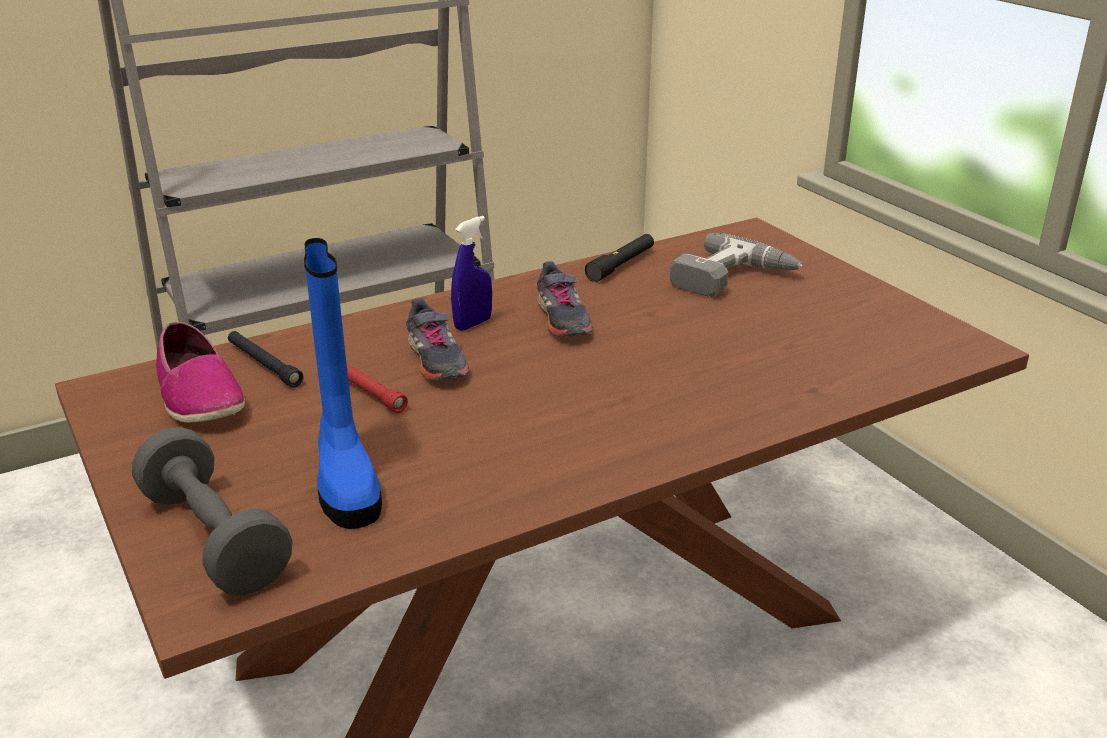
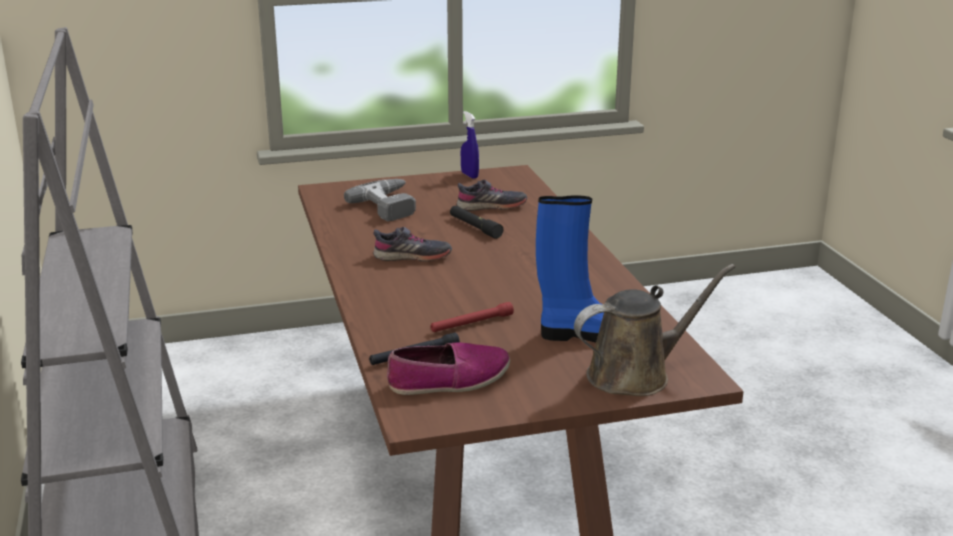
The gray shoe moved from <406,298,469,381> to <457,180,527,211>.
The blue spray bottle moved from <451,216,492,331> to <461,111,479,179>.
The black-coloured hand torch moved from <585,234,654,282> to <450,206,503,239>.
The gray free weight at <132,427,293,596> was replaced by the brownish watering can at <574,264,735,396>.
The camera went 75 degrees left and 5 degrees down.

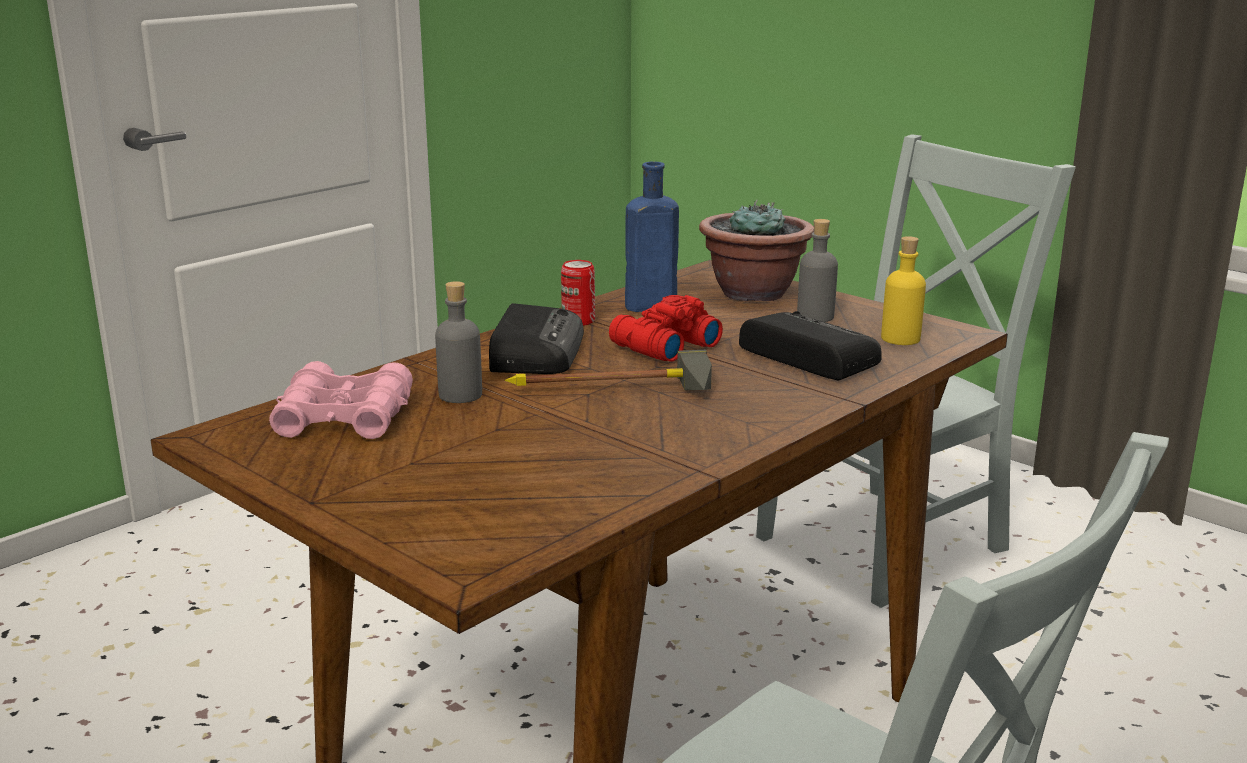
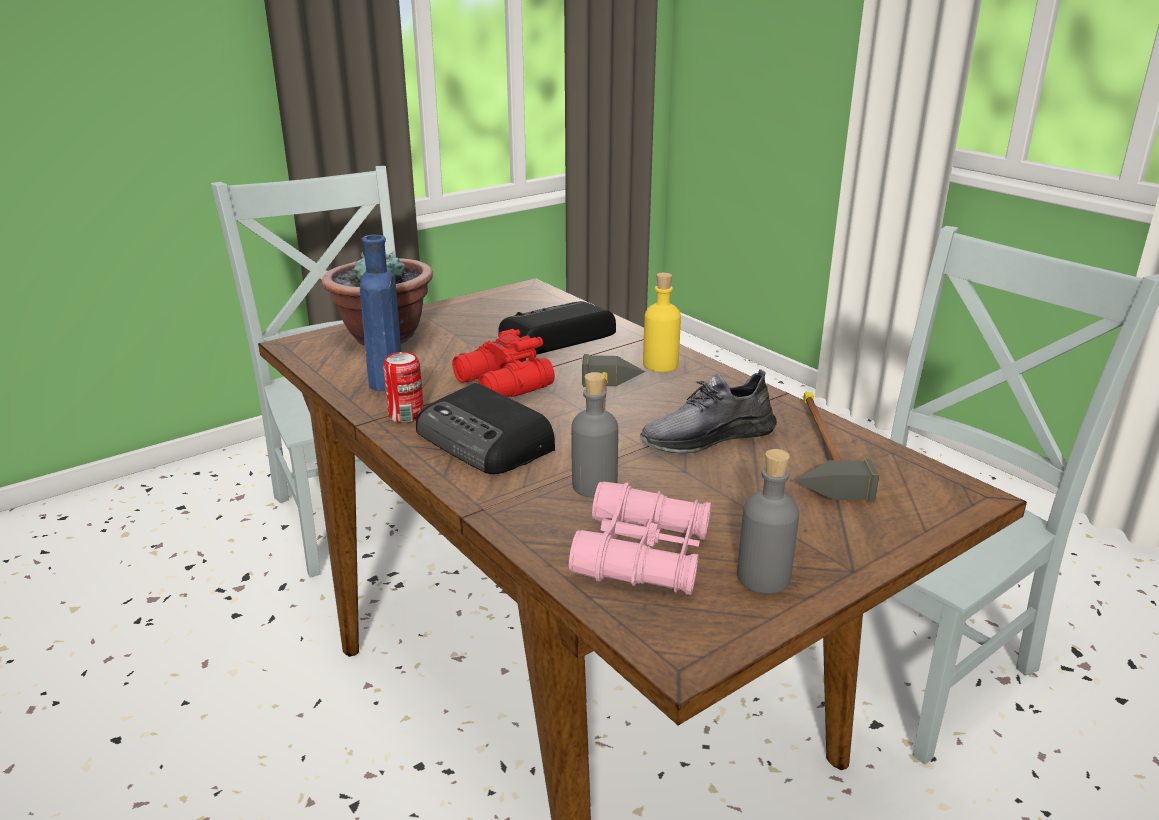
The gray shoe at <641,369,777,454> appeared.
The hammer at <794,392,879,502> appeared.
The gray beverage bottle moved from <797,219,838,322> to <737,449,799,594>.
The yellow beverage bottle moved from <881,236,926,345> to <643,273,681,372>.
The radio set at <489,303,584,374> turned 150 degrees counterclockwise.
The camera went 80 degrees left and 5 degrees up.

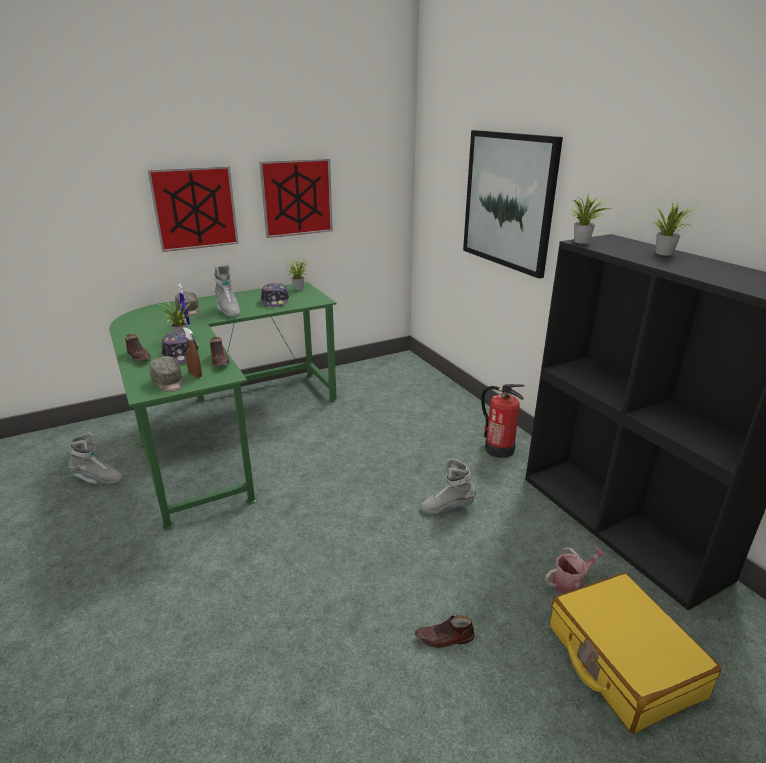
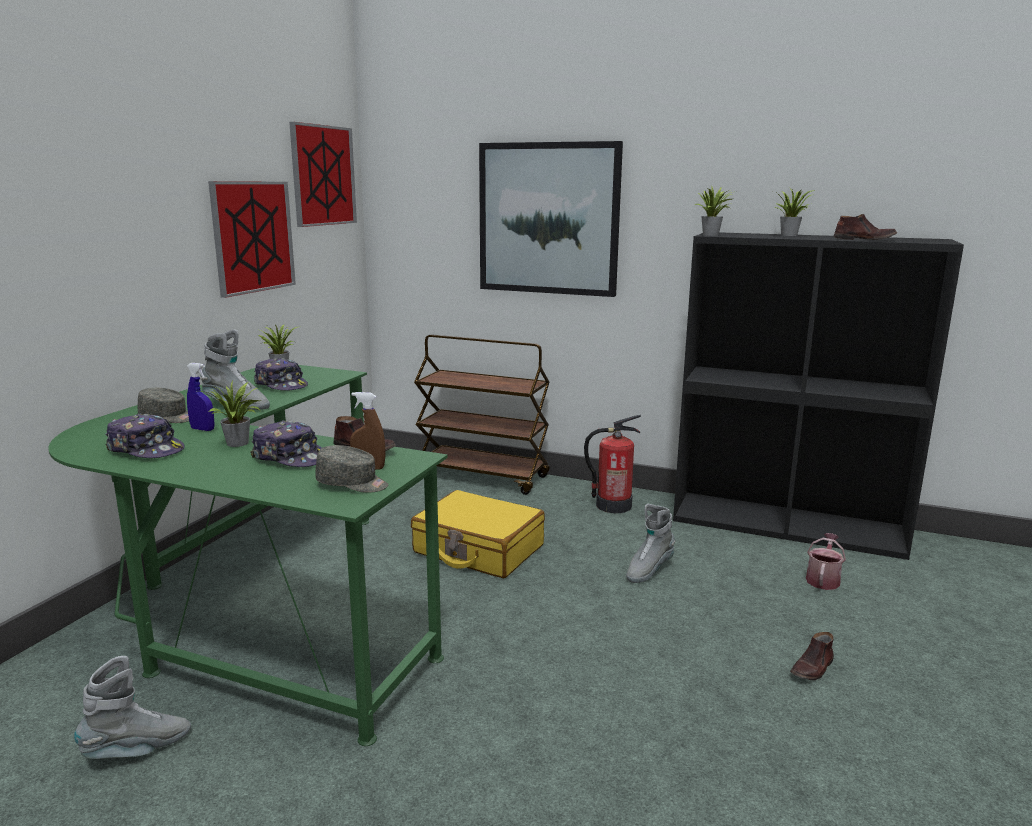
The baseball cap at <105,413,185,458> appeared.
The brownish wheeled cart at <414,334,550,495> appeared.
The brownish shoe moved from <125,334,151,362> to <833,214,897,240>.
The picture moved from <148,166,239,252> to <289,122,357,227>.
The yellow suitcase moved from <550,573,721,733> to <411,490,545,578>.
The camera went 40 degrees left and 10 degrees down.

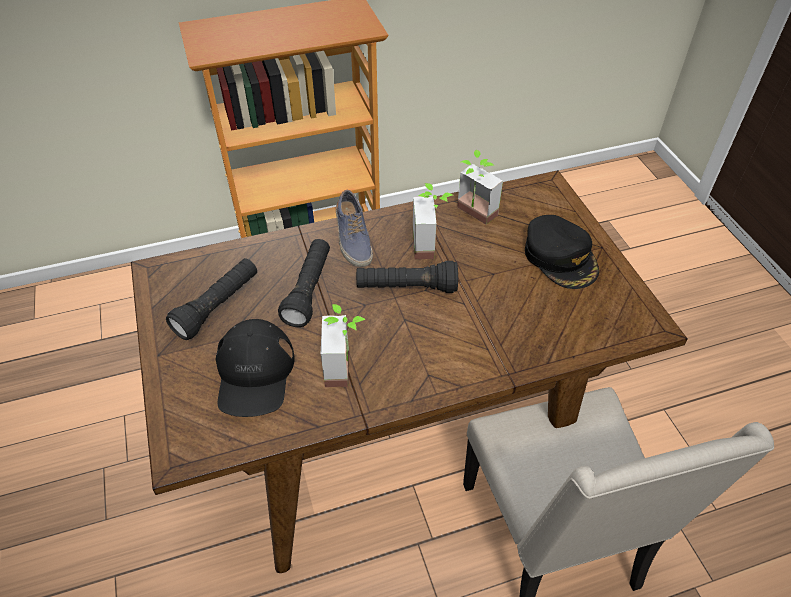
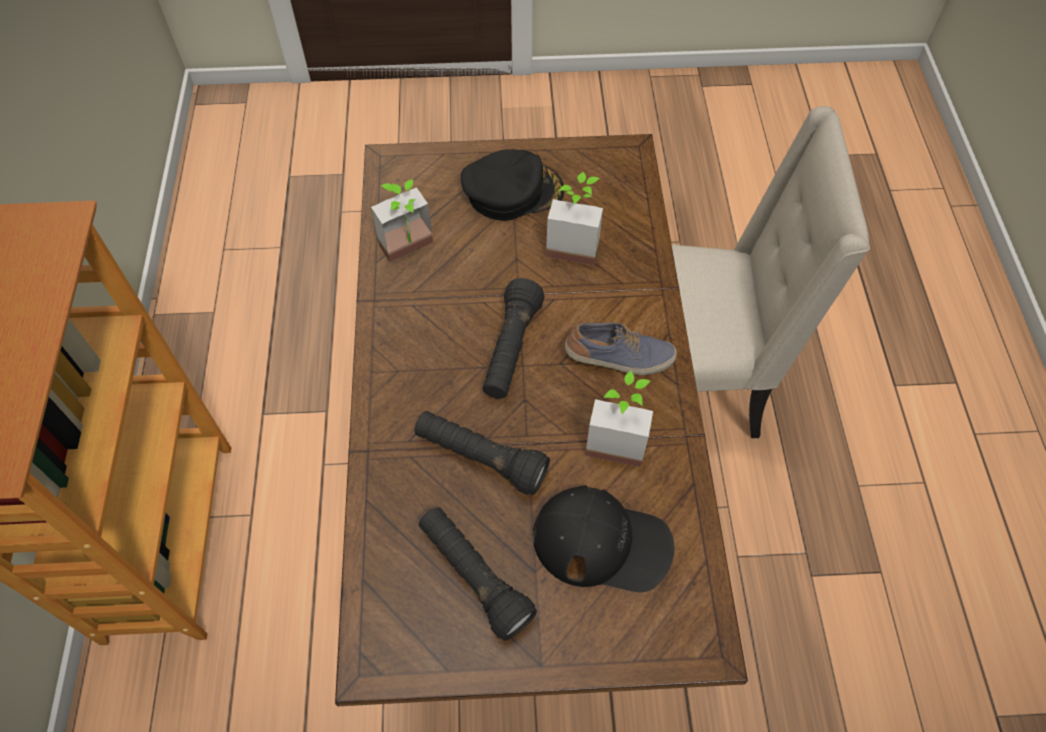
The shoe moved from <336,190,373,267> to <565,322,677,375>.
The houseplant moved from <413,183,453,259> to <546,172,603,265>.
The camera went 75 degrees left and 10 degrees up.

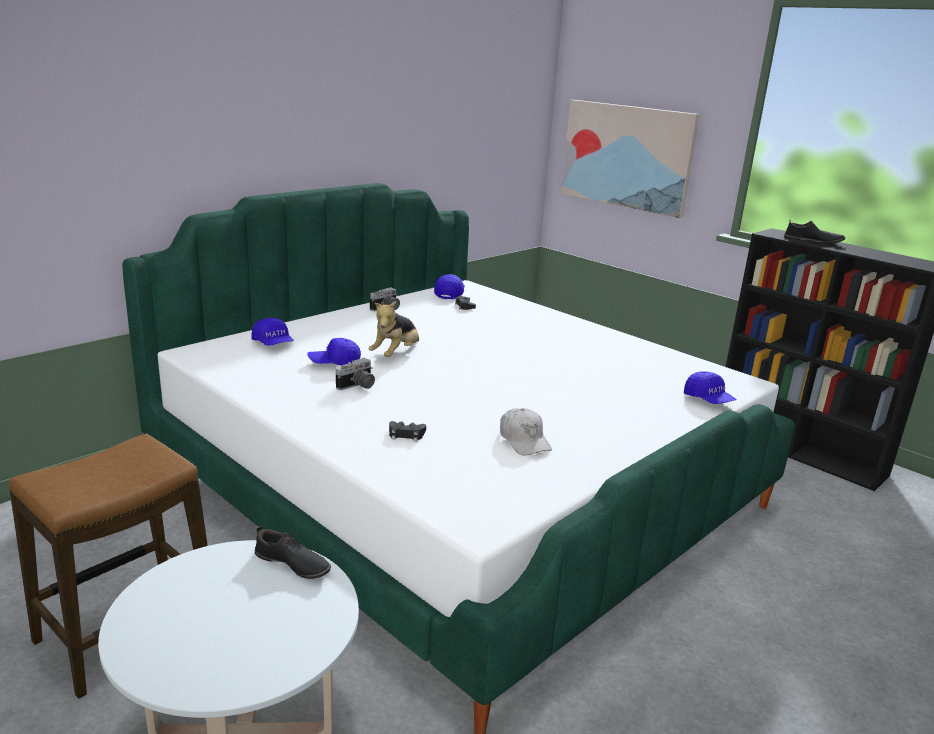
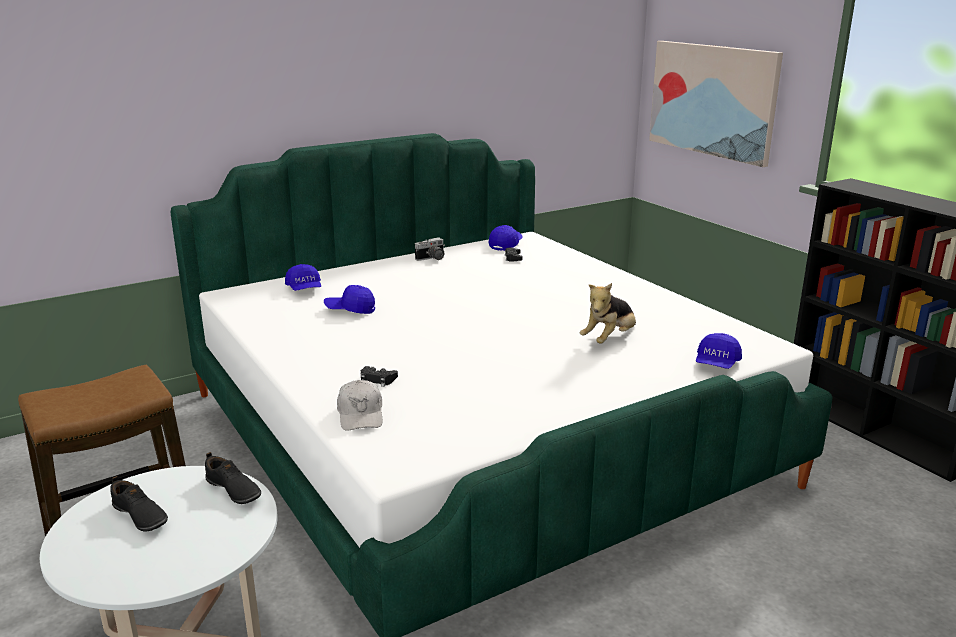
The still camera at <336,358,375,390> disappeared.
The cuddly toy moved from <368,301,419,357> to <580,283,636,344>.
The whitish baseball cap moved from <500,408,552,455> to <337,380,383,431>.
The black-coloured shoe moved from <784,219,845,244> to <110,476,168,532>.
The blue baseball cap at <684,371,737,404> turned 45 degrees clockwise.
The camera went 15 degrees right and 0 degrees up.

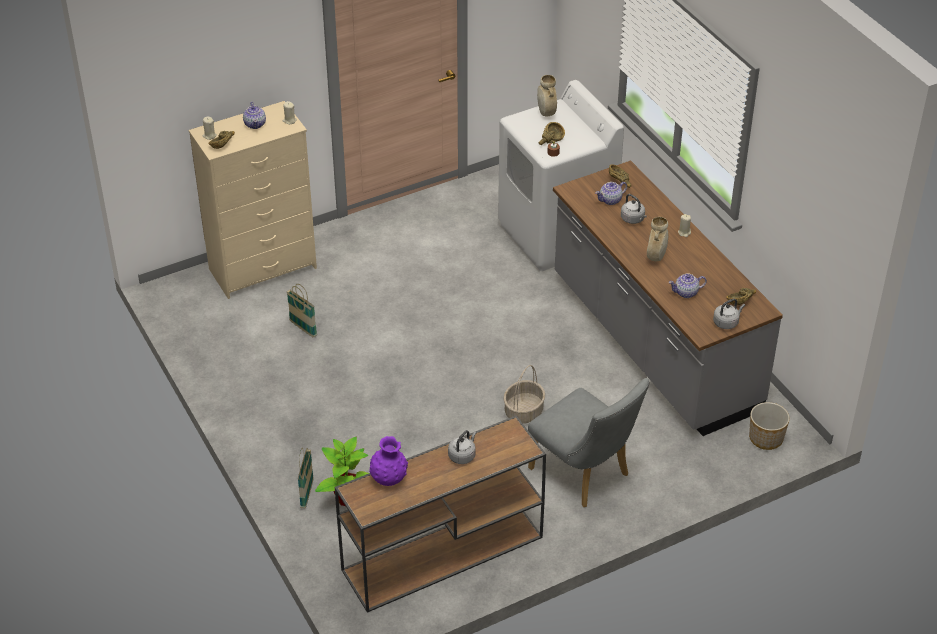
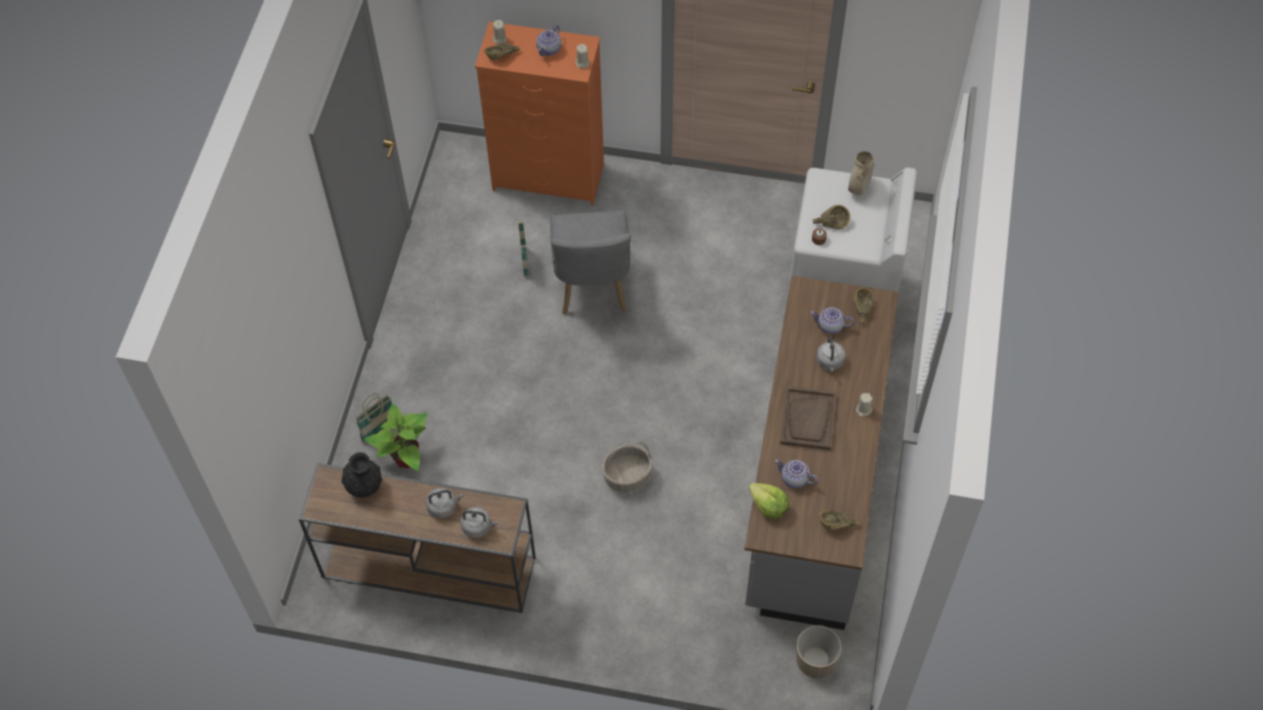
The lettuce head at <748,483,789,519> appeared.
The gray plain chair moved from <528,378,650,507> to <550,211,631,315>.
The gray tea kettle moved from <713,299,745,329> to <461,507,498,538>.
The beige flower vase at <647,217,668,261> was replaced by the brownish carrying tray at <780,386,836,450>.
The beige dresser at <189,101,317,299> became the orange-coloured dresser at <475,22,604,206>.
The purple-coloured flower vase at <369,436,408,486> became the black-coloured flower vase at <341,452,382,498>.
The camera went 40 degrees right and 15 degrees up.

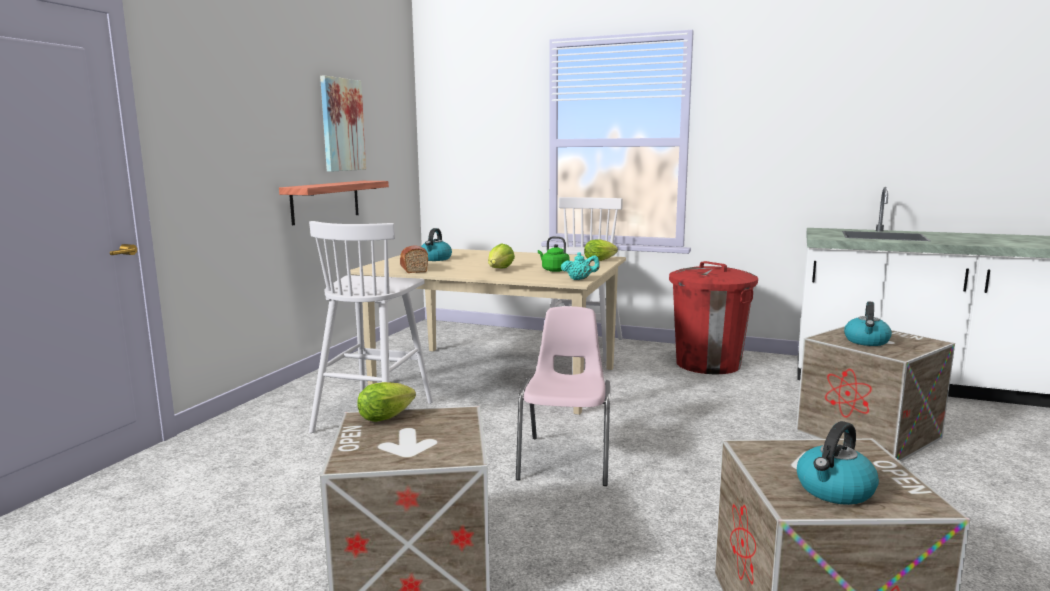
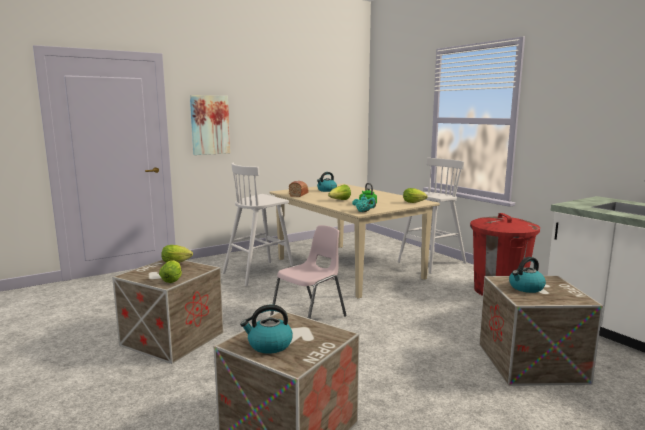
The wall shelf at <279,181,389,225> disappeared.
The lettuce head at <159,260,182,283> appeared.
The picture moved from <320,75,366,172> to <190,95,230,155>.
The camera went 35 degrees right and 0 degrees up.

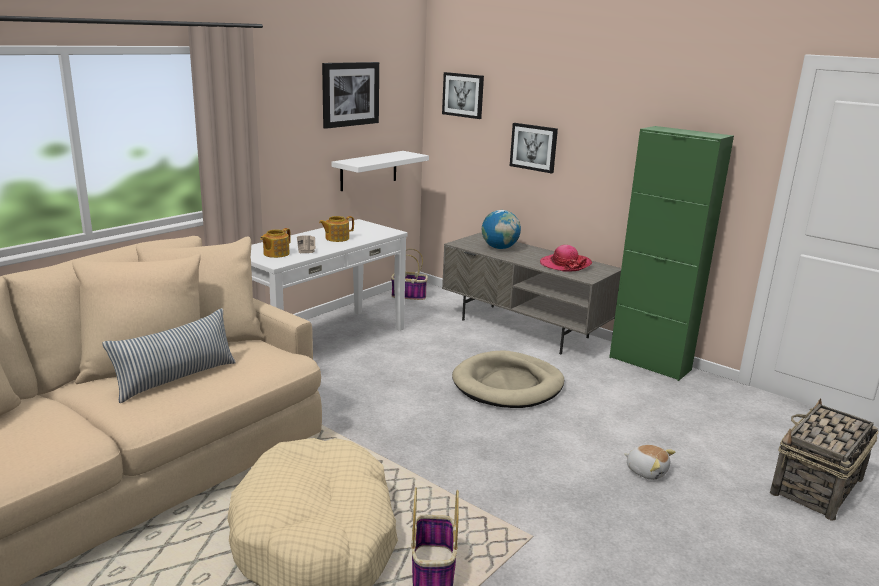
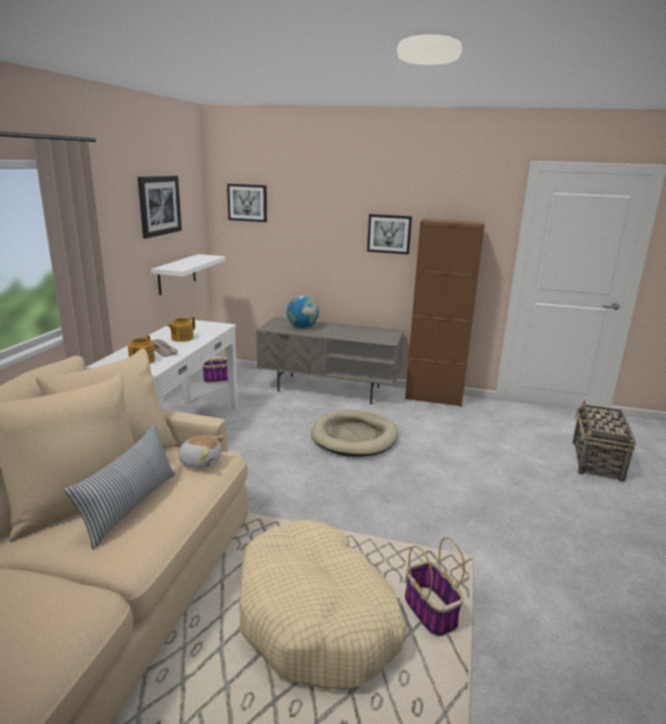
The hat at <540,245,592,271> disappeared.
The picture moved from <510,123,558,173> to <367,214,412,255>.
The cuddly toy moved from <624,445,675,480> to <177,435,225,469>.
The green cabinet at <609,126,734,381> became the brownish cabinet at <405,219,485,407>.
The camera went 25 degrees left and 0 degrees up.

